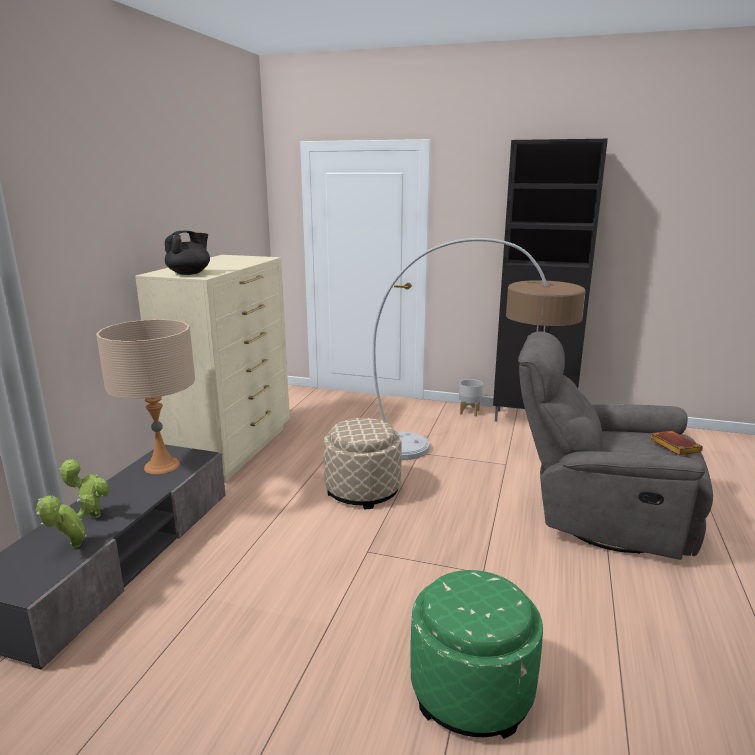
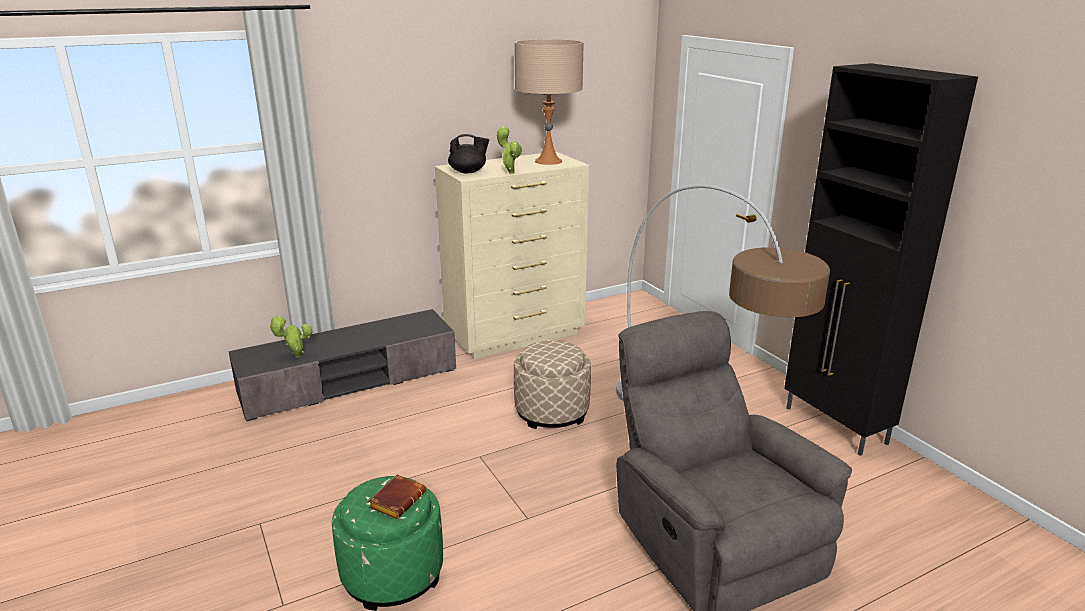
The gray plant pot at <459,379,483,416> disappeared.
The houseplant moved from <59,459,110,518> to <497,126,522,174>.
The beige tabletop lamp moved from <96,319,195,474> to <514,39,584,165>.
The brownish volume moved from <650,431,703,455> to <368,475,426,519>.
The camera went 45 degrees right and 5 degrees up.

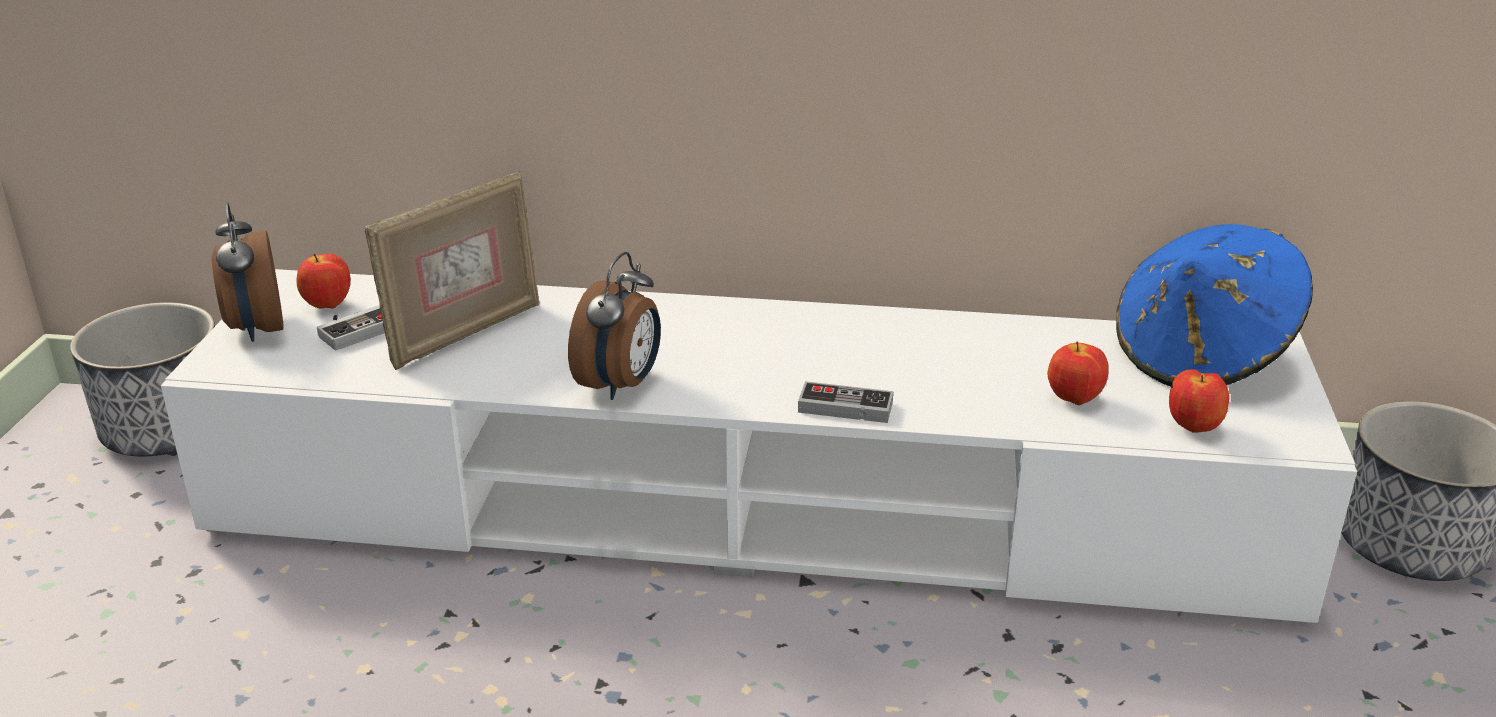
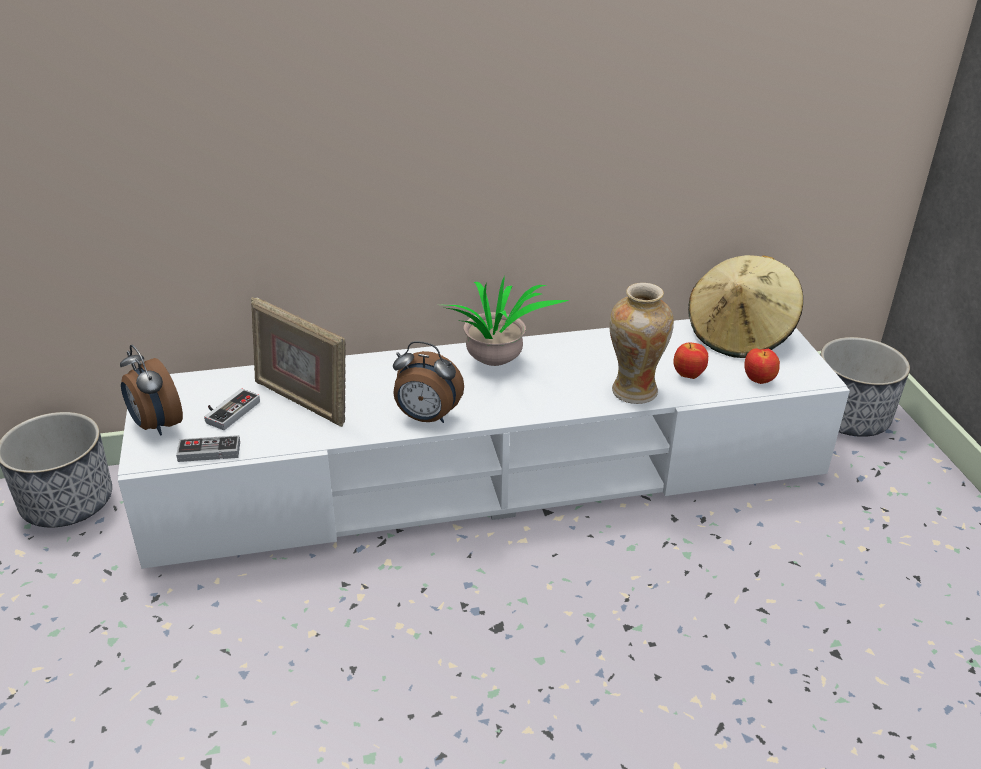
The apple at <296,254,351,309> disappeared.
The houseplant at <447,275,569,366> appeared.
The flower vase at <609,283,674,404> appeared.
The gamepad moved from <798,381,893,423> to <176,435,240,462>.
The blue hat at <1116,224,1313,387> became the beige hat at <688,255,803,358>.
The standing frame at <365,170,540,370> turned 105 degrees clockwise.
The table clock at <568,252,661,400> turned 105 degrees clockwise.
The camera went 20 degrees left and 5 degrees up.

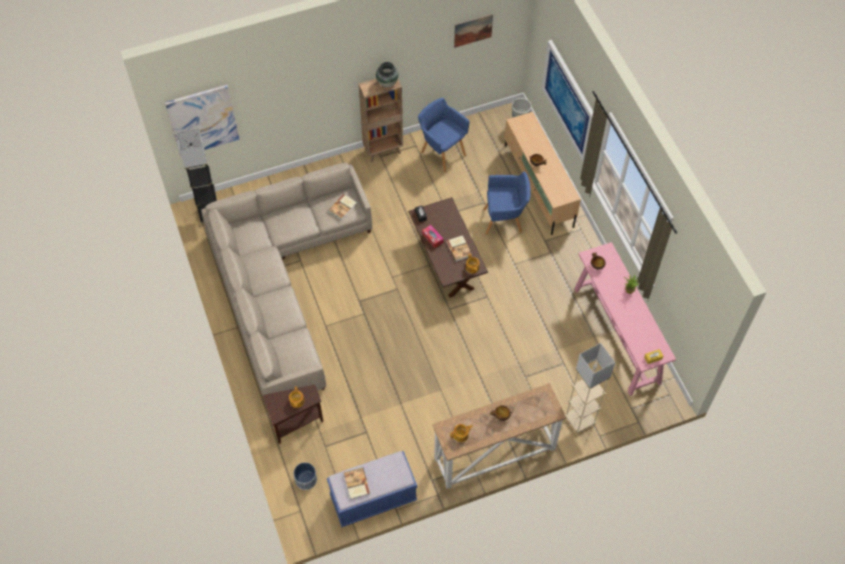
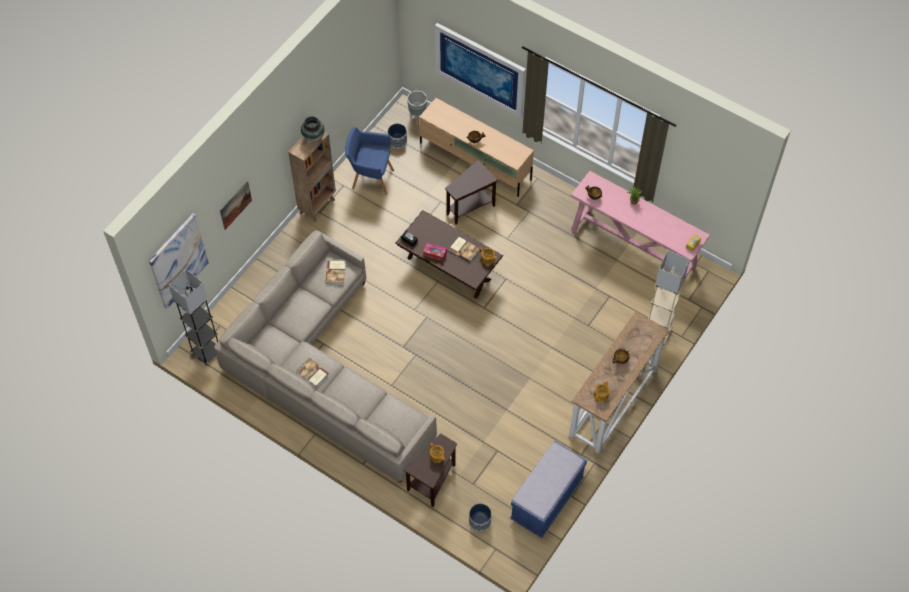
The plant pot at <388,124,407,149> appeared.
The volume moved from <344,467,370,499> to <296,358,329,387>.
The picture moved from <454,14,493,48> to <220,181,252,230>.
The blue armchair at <484,172,531,235> was replaced by the brownish end table at <445,160,498,225>.
The camera went 35 degrees left and 0 degrees up.

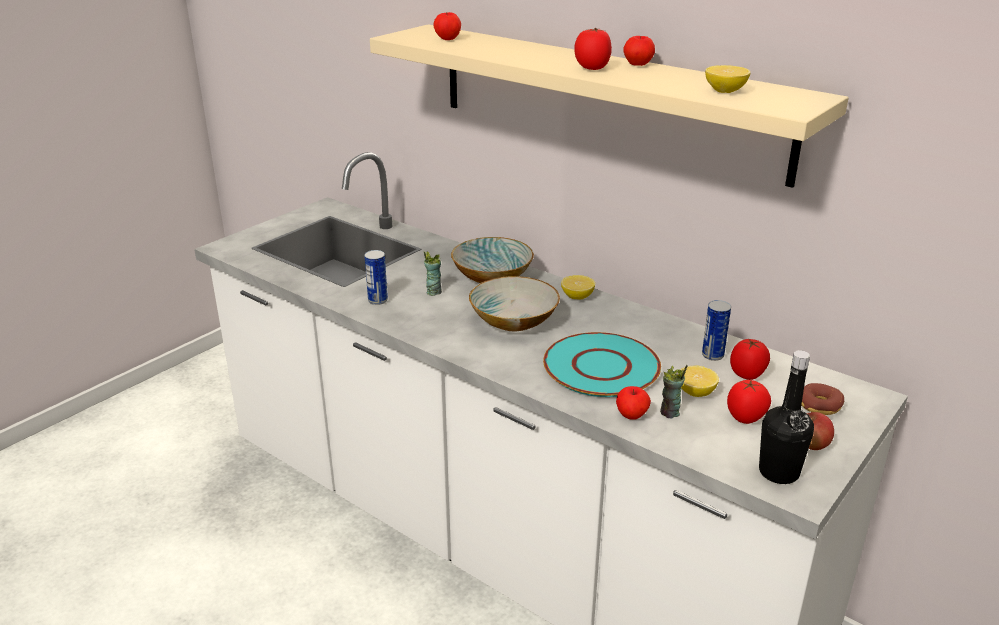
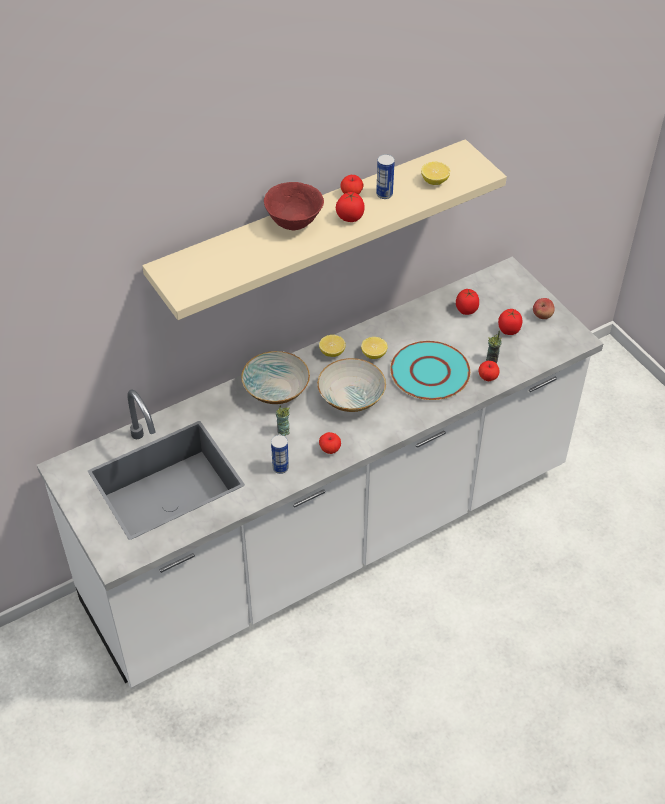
The black-coloured beverage bottle at <759,350,814,484> disappeared.
The donut at <801,383,844,415> disappeared.
The reddish deep dish at <264,182,324,230> appeared.
The apple moved from <433,12,461,40> to <319,432,341,454>.
The citrus fruit moved from <680,365,719,397> to <361,337,388,359>.
The metal can moved from <702,300,731,361> to <376,154,395,199>.
The camera went 70 degrees left and 20 degrees up.

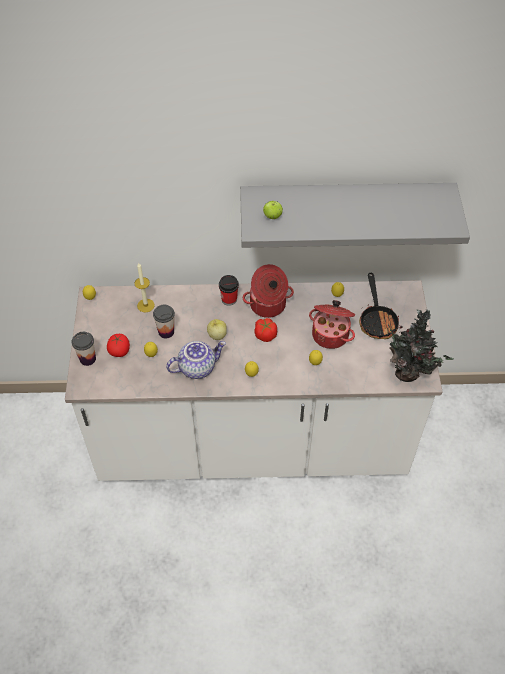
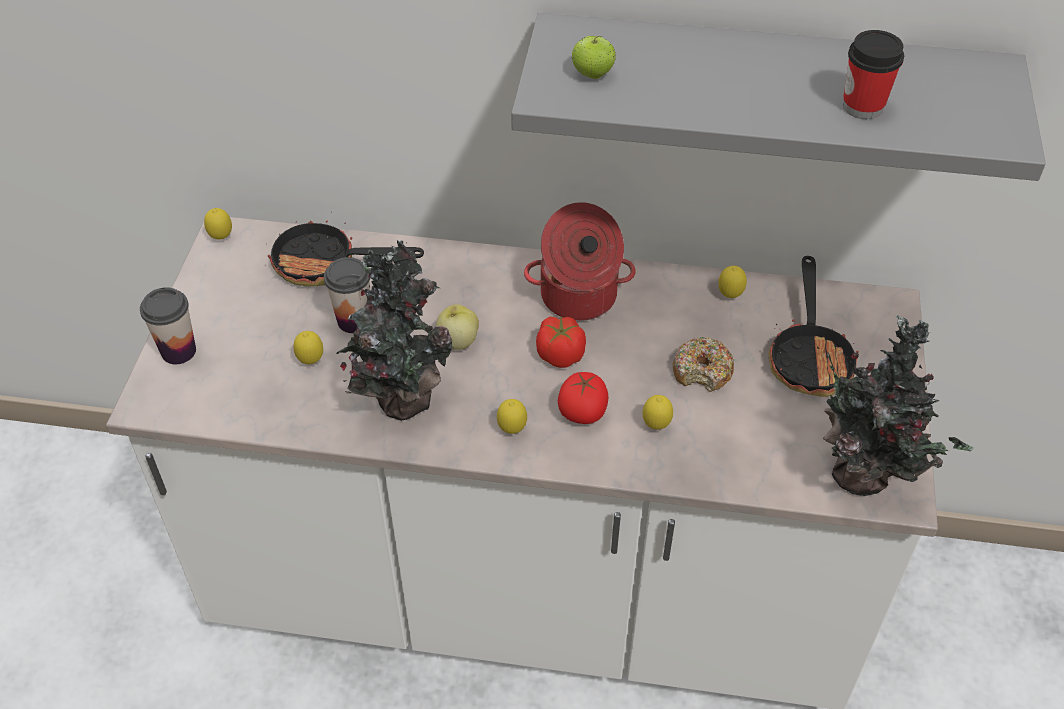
The fresh tomato moved from <107,334,130,357> to <558,372,609,424>.
The small cup moved from <219,275,239,306> to <843,30,904,119>.
The wax candle at <135,263,155,313> was replaced by the pan at <266,221,424,286>.
The pot for tea at <166,341,226,379> was replaced by the houseplant at <336,240,454,421>.
The saucepot at <309,300,355,349> was replaced by the donut at <672,337,735,392>.
The camera went 10 degrees right and 5 degrees down.

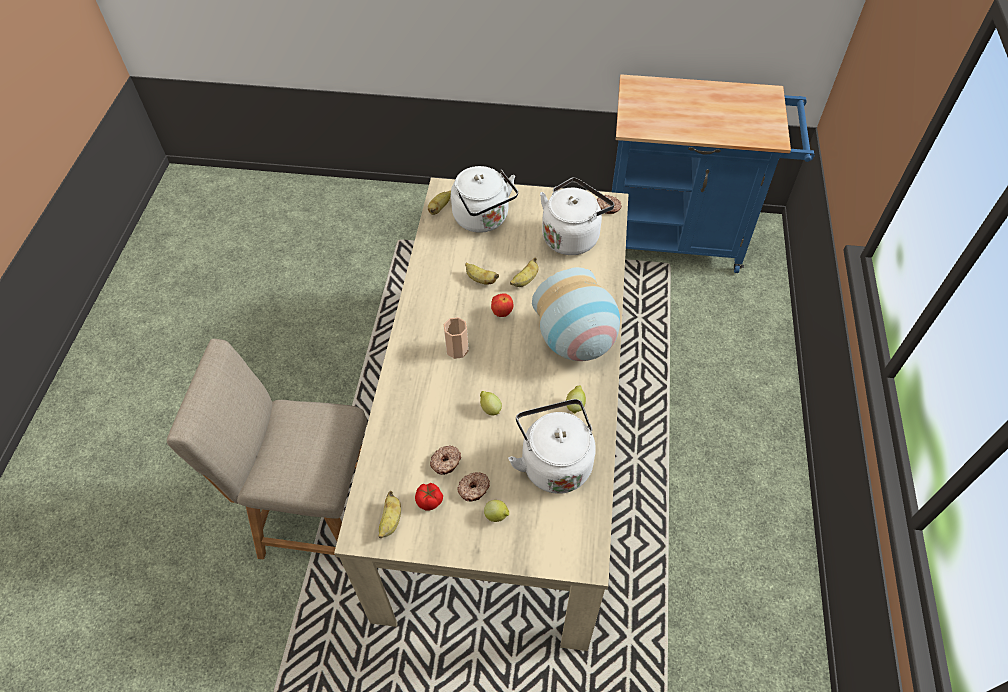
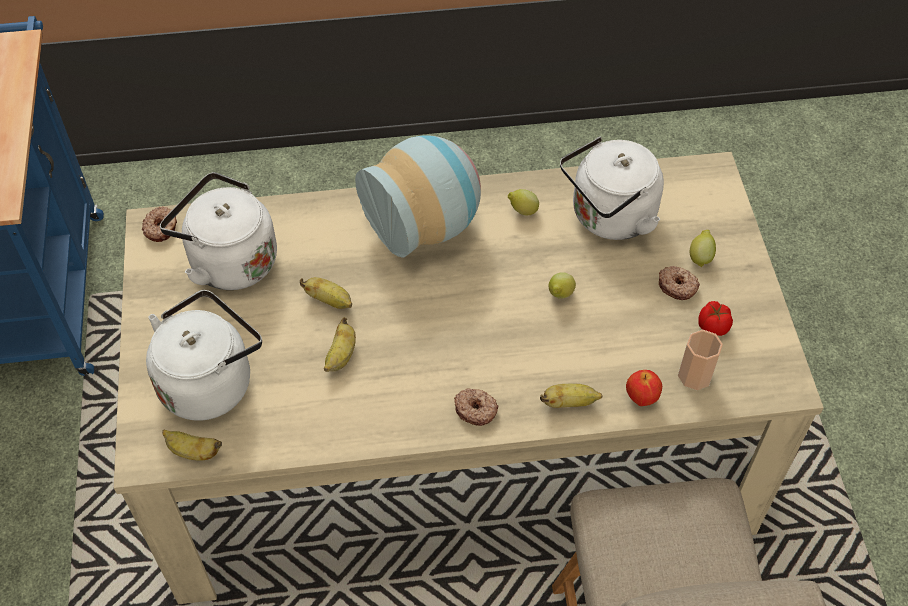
The whole banana moved from <378,491,401,538> to <540,384,603,408>.
The donut moved from <430,445,461,475> to <454,388,499,426>.
The small cup moved from <444,317,469,359> to <678,330,723,390>.
The apple moved from <491,293,514,317> to <626,370,662,406>.
The camera went 105 degrees left and 0 degrees up.

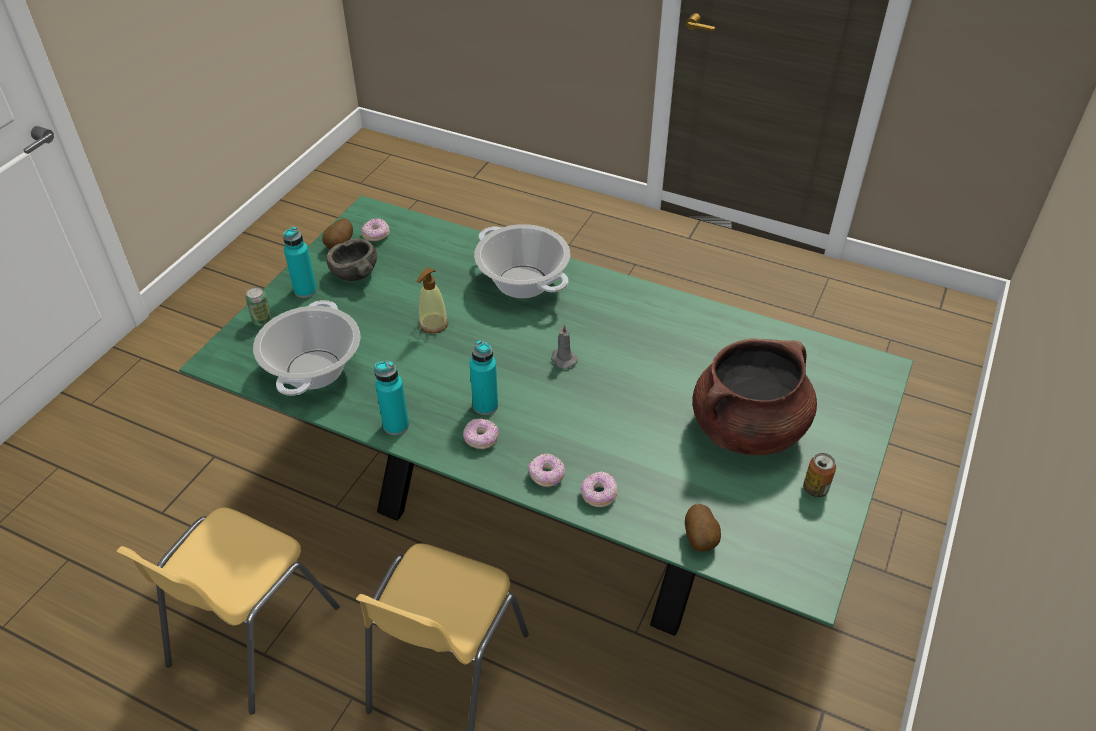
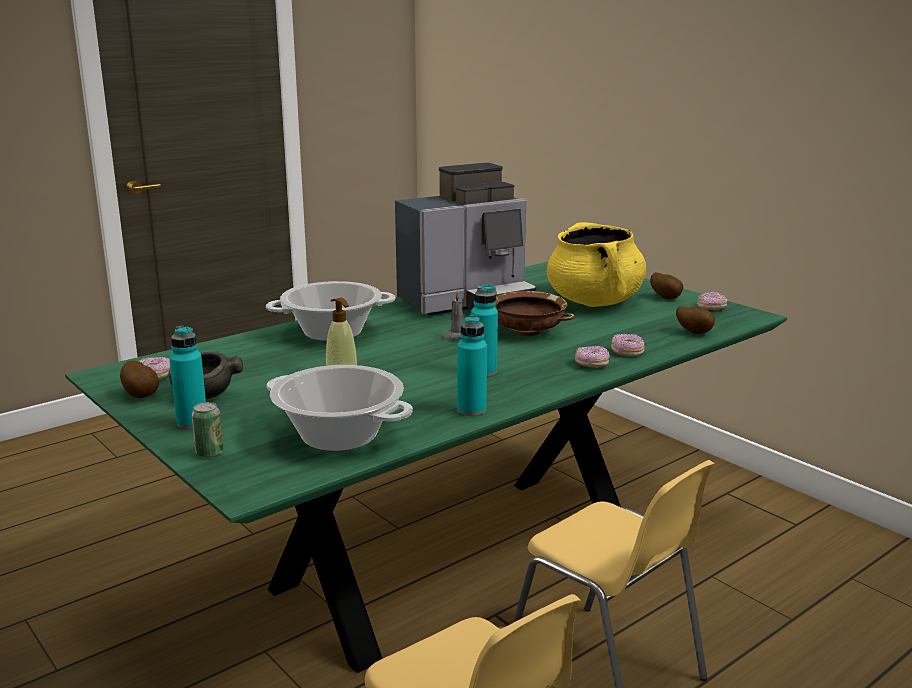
The coffee maker at <395,163,537,316> appeared.
The brownish deep dish at <494,291,575,336> appeared.
The donut moved from <463,418,498,449> to <697,292,727,310>.
The metal can at <803,453,836,497> was replaced by the whole potato at <650,272,683,299>.
The brownish saucepot at <693,338,817,455> became the yellow saucepot at <547,222,646,307>.
The camera went 65 degrees left and 25 degrees down.

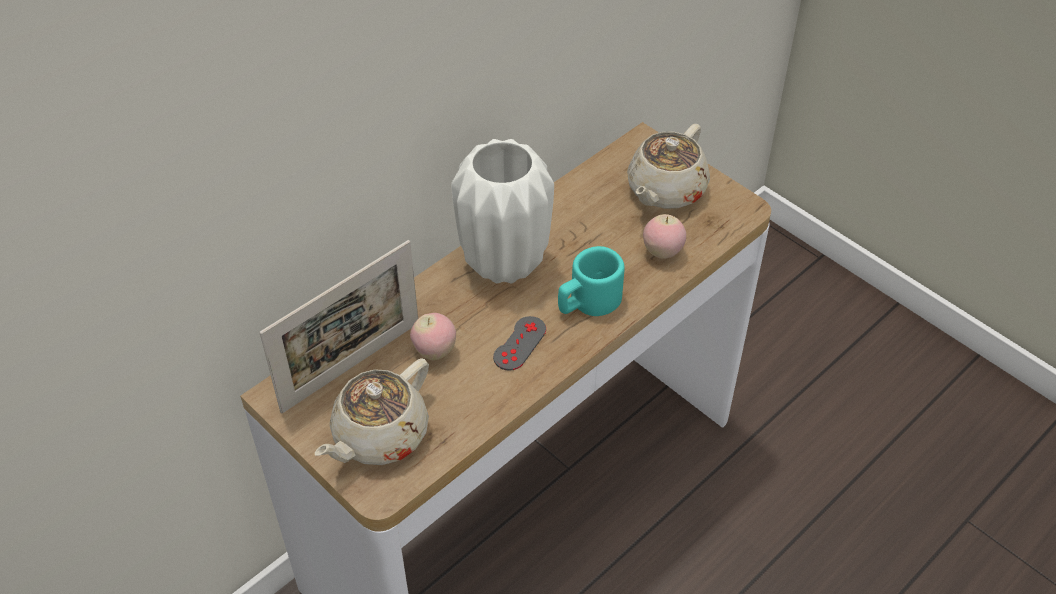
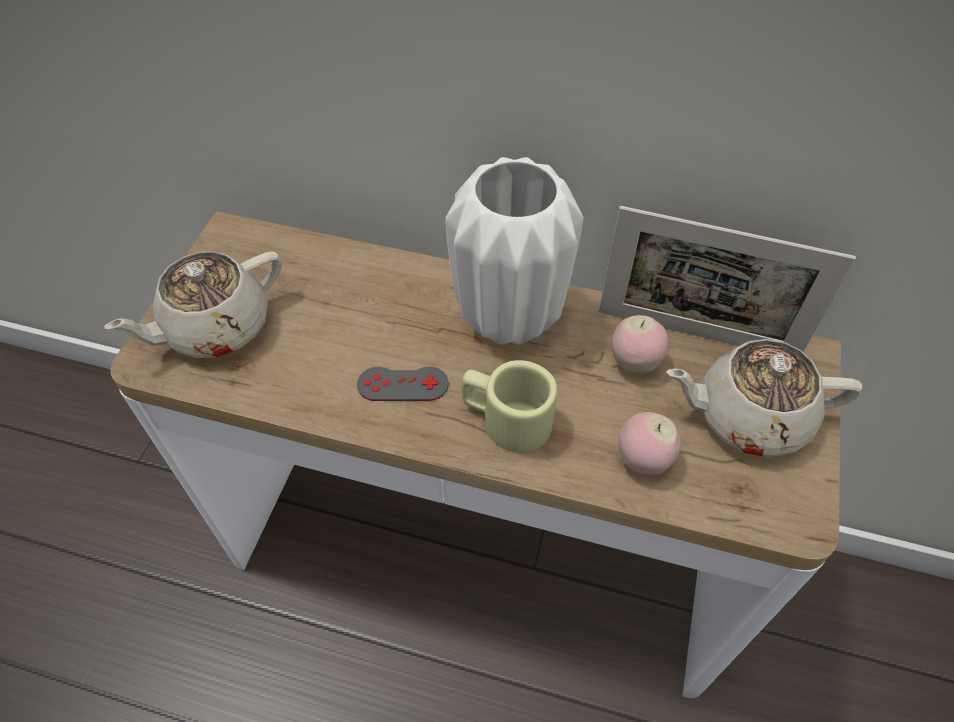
The standing frame moved from <259,240,418,413> to <599,206,856,352>.
The apple moved from <410,313,456,360> to <612,315,669,373>.
The turquoise tea mug at <558,246,625,316> became the beige tea mug at <462,360,557,453>.
The beige pot for tea at <315,358,429,465> turned 45 degrees counterclockwise.
The camera went 60 degrees right and 5 degrees up.

